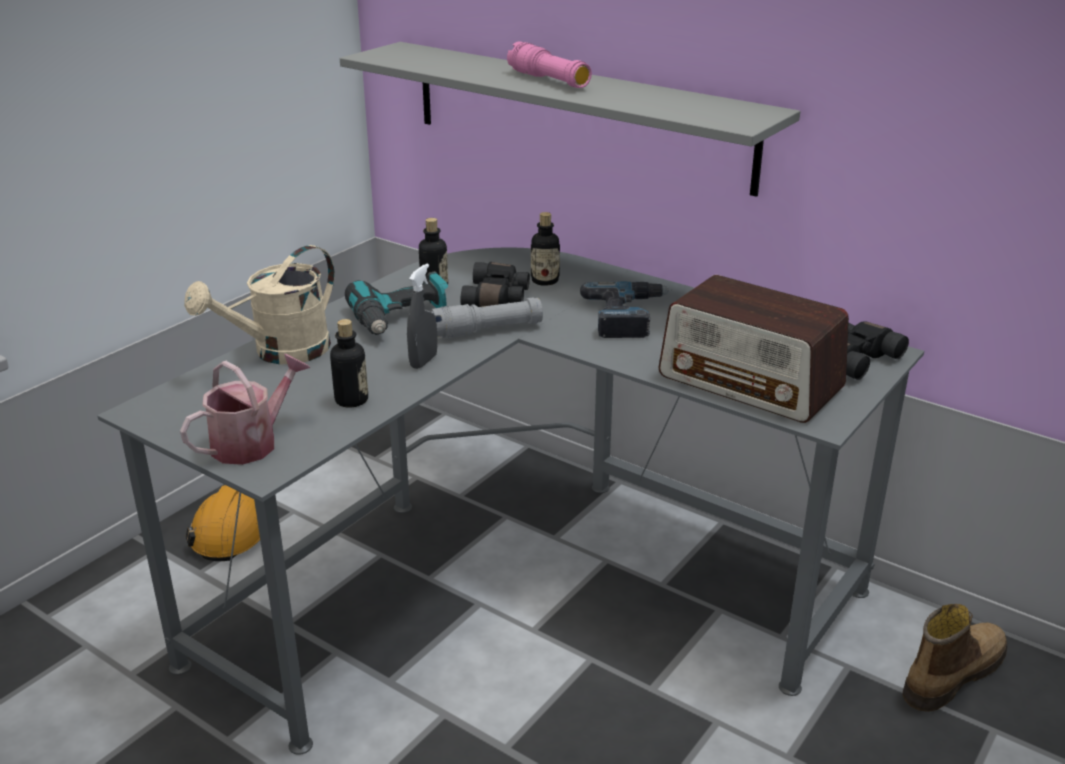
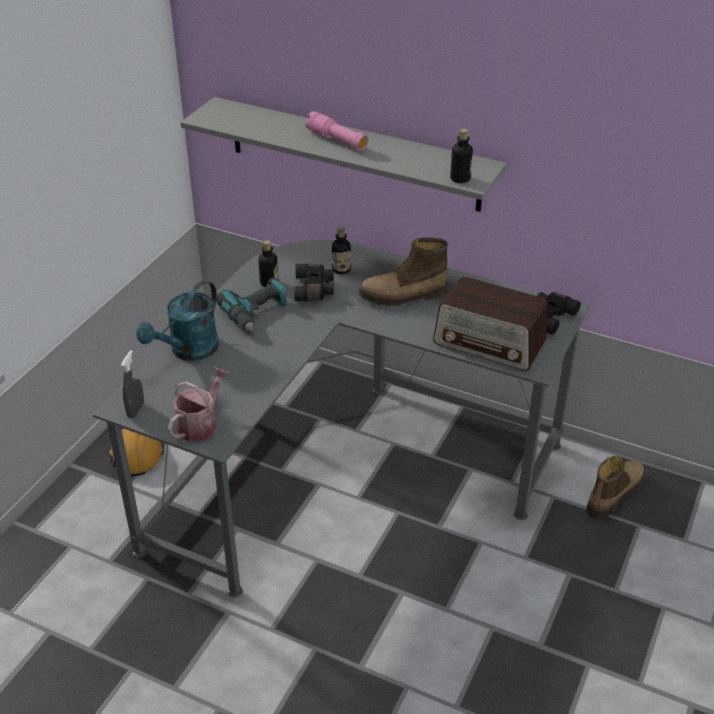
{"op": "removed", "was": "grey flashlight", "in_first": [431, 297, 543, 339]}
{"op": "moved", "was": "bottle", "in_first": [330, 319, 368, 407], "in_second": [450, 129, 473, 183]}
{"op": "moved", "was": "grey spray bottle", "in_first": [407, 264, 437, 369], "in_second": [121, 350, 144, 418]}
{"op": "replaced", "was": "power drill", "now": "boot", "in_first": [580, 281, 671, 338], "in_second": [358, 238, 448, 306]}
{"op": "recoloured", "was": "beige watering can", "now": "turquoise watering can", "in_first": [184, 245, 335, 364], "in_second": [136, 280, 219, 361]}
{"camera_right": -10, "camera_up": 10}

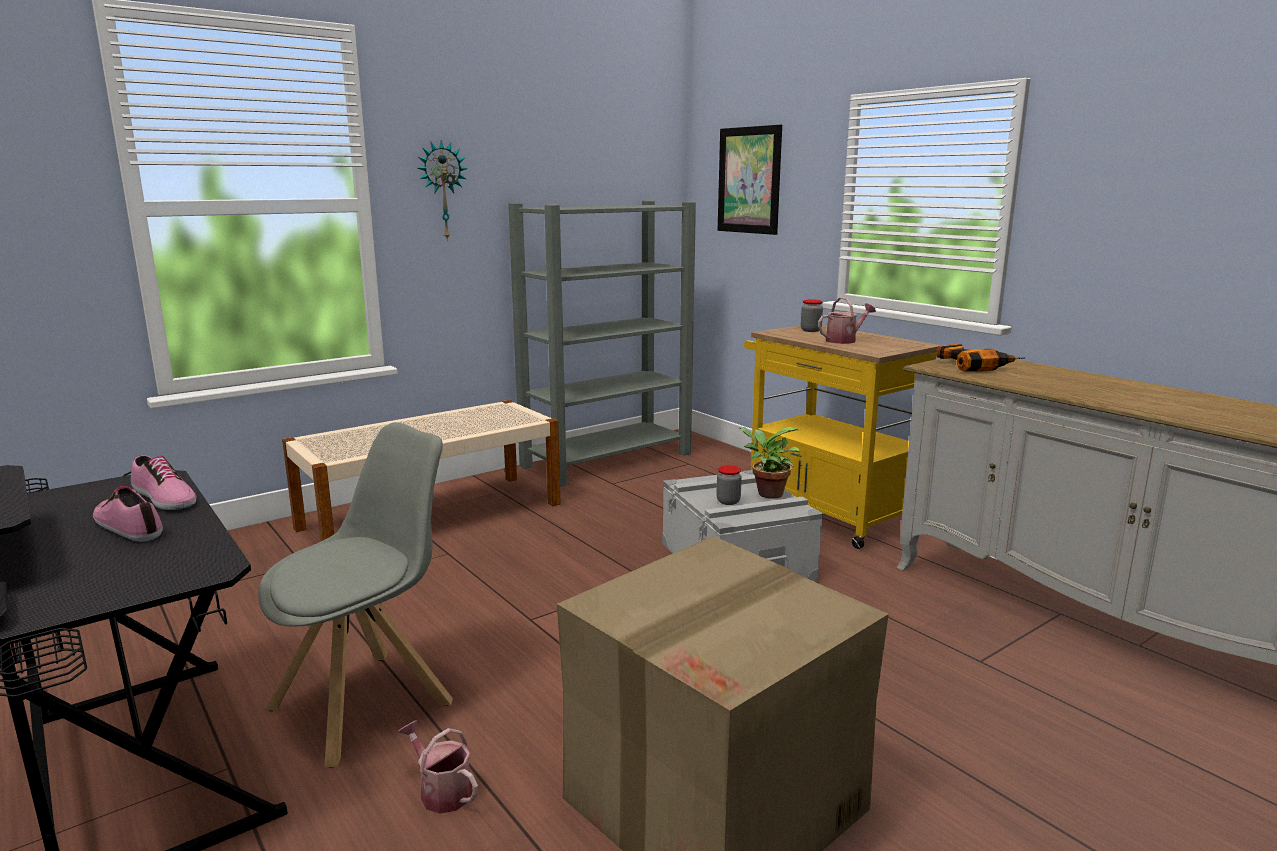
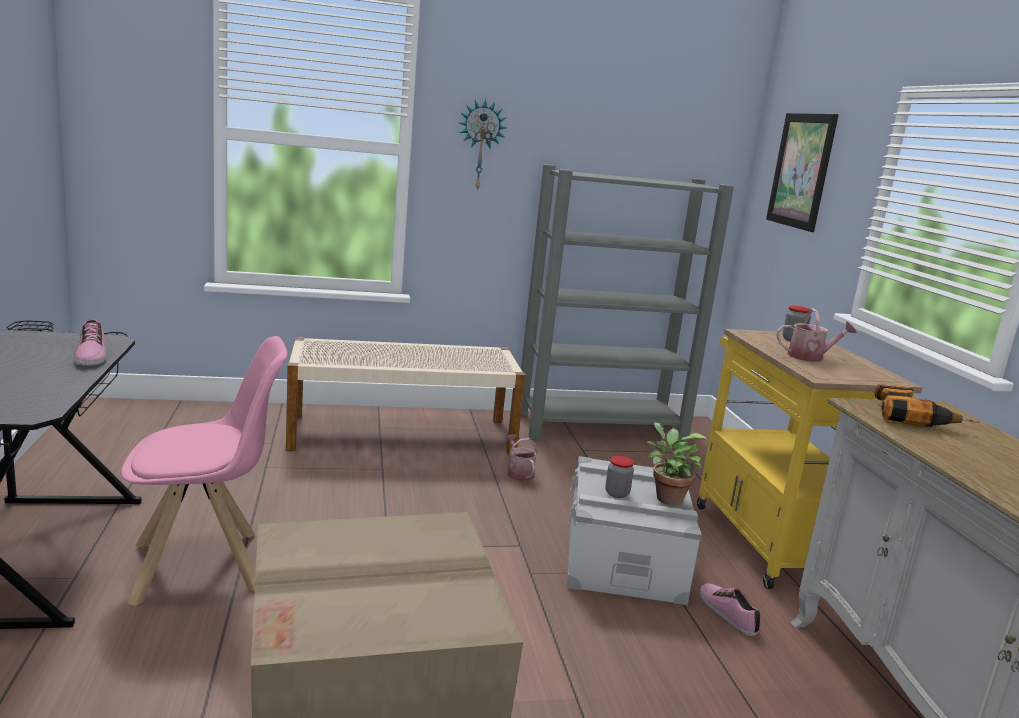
{"op": "moved", "was": "shoe", "in_first": [93, 486, 163, 542], "in_second": [700, 583, 761, 636]}
{"op": "moved", "was": "watering can", "in_first": [398, 720, 478, 814], "in_second": [506, 434, 537, 481]}
{"op": "recoloured", "was": "grey chair", "now": "pink chair", "in_first": [258, 422, 453, 767], "in_second": [121, 336, 287, 607]}
{"camera_right": 25, "camera_up": 0}

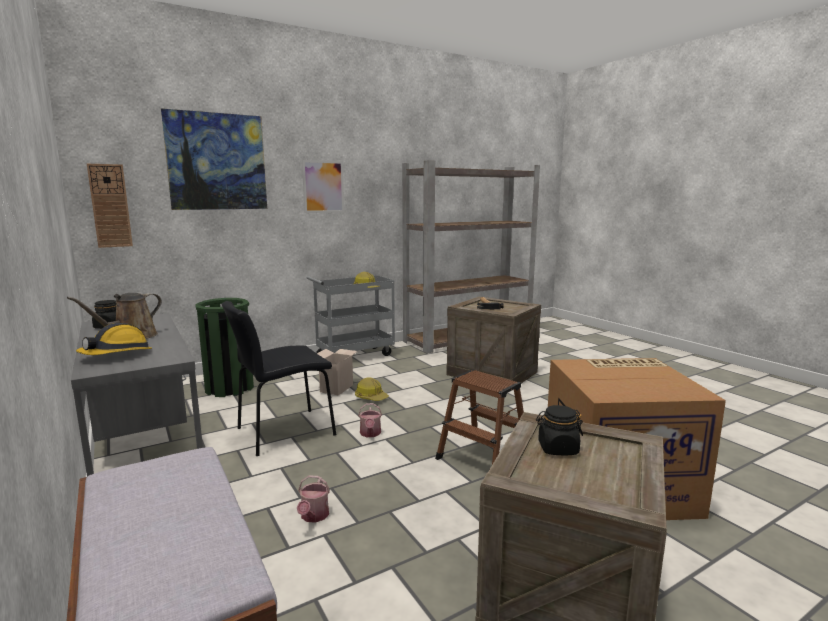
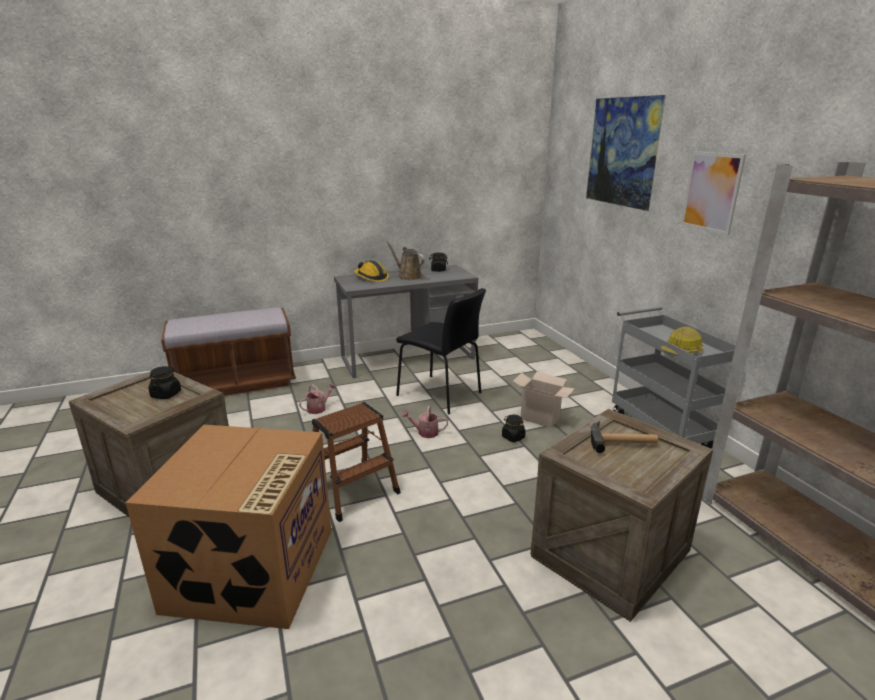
{"op": "removed", "was": "wall clock", "in_first": [87, 164, 133, 248]}
{"op": "removed", "was": "green trash can", "in_first": [195, 298, 254, 397]}
{"op": "replaced", "was": "hard hat", "now": "black jar", "in_first": [355, 378, 389, 401], "in_second": [502, 415, 525, 442]}
{"op": "turned", "was": "black chair", "in_first": [222, 301, 337, 456], "in_second": [396, 288, 486, 414], "clockwise": 150}
{"op": "turned", "was": "watering can", "in_first": [297, 475, 330, 523], "in_second": [299, 383, 337, 414], "clockwise": 120}
{"camera_right": 100, "camera_up": 10}

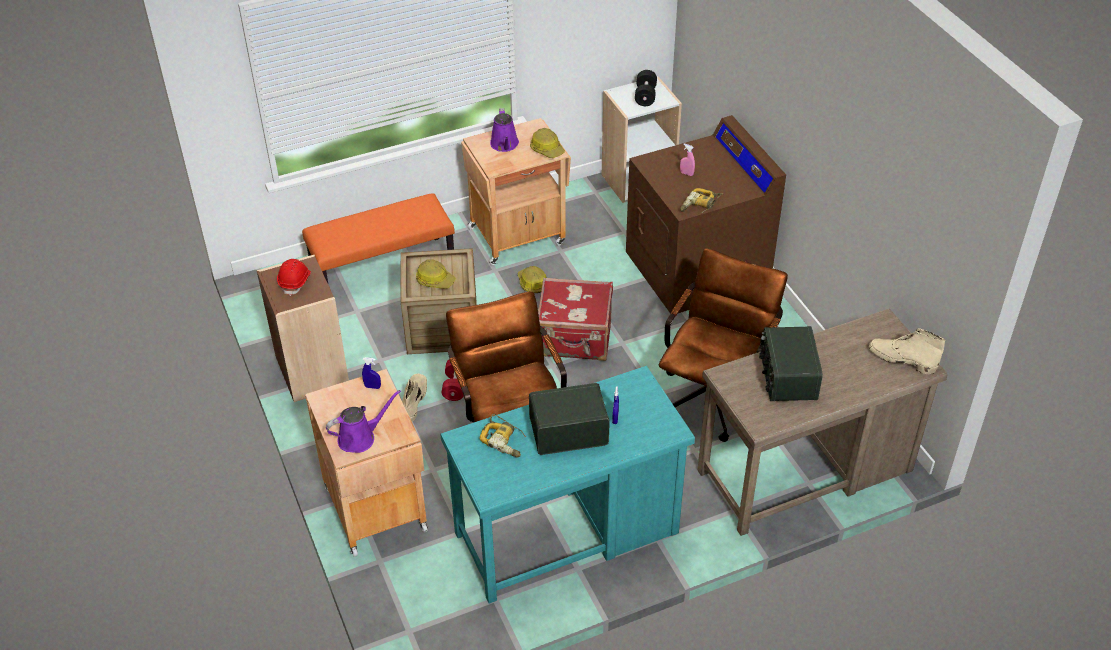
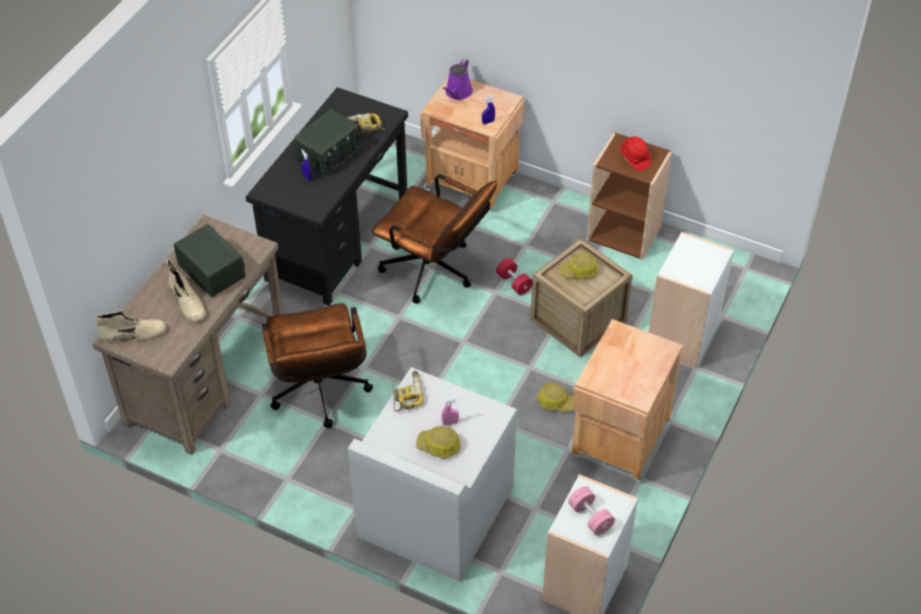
{"op": "removed", "was": "purple watering can", "in_first": [490, 108, 519, 152]}
{"op": "removed", "was": "red suitcase", "in_first": [538, 278, 613, 361]}
{"op": "moved", "was": "beige boot", "in_first": [402, 374, 427, 422], "in_second": [166, 259, 206, 322]}
{"op": "moved", "was": "hard hat", "in_first": [530, 128, 565, 158], "in_second": [416, 426, 461, 458]}
{"op": "replaced", "was": "orange bench", "now": "white bookcase", "in_first": [302, 193, 455, 283], "in_second": [649, 232, 734, 369]}
{"op": "recoloured", "was": "turquoise desk", "now": "black desk", "in_first": [440, 366, 695, 604], "in_second": [246, 87, 408, 306]}
{"op": "recoloured", "was": "brown washing machine", "now": "white washing machine", "in_first": [626, 115, 786, 313], "in_second": [348, 367, 517, 582]}
{"op": "recoloured", "was": "black dumbbell", "now": "pink dumbbell", "in_first": [635, 70, 657, 106], "in_second": [568, 486, 615, 536]}
{"camera_right": 140, "camera_up": 5}

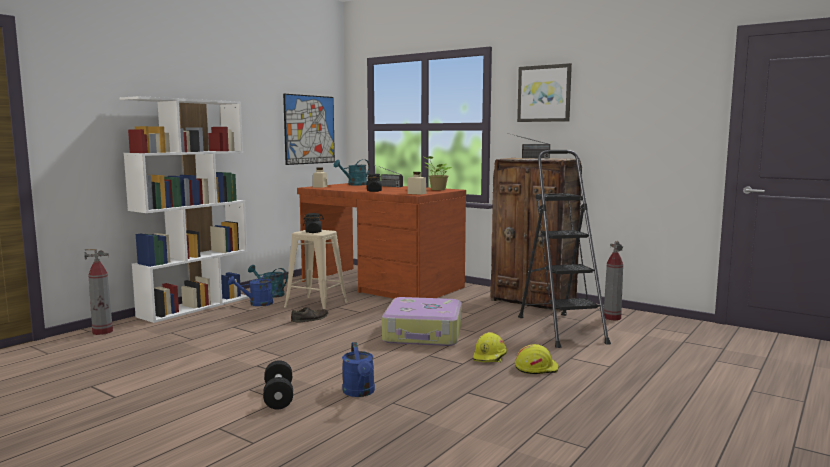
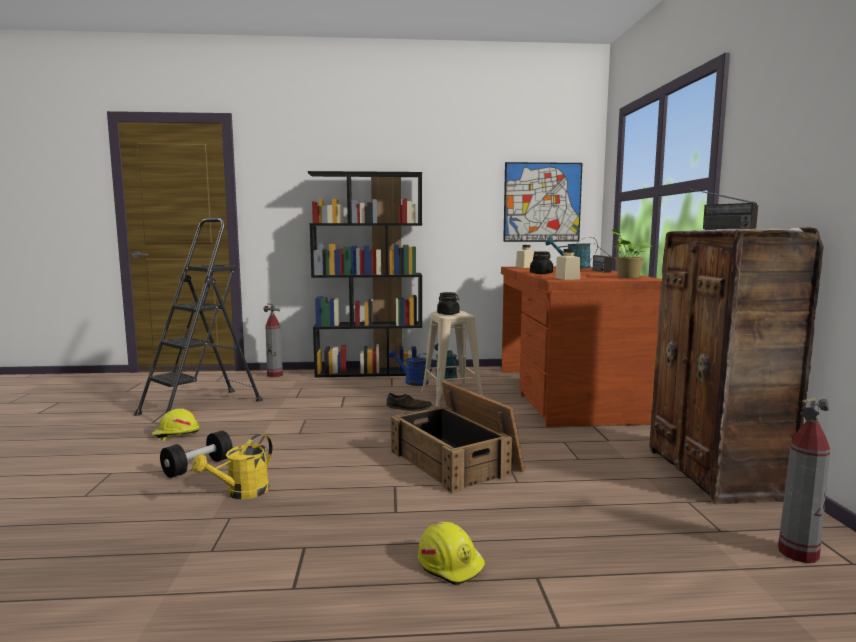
{"op": "removed", "was": "picture", "in_first": [517, 63, 572, 122]}
{"op": "moved", "was": "yellow hard hat", "in_first": [473, 332, 507, 362], "in_second": [151, 408, 199, 441]}
{"op": "moved", "was": "step ladder", "in_first": [518, 150, 611, 348], "in_second": [134, 218, 263, 416]}
{"op": "replaced", "was": "suitcase", "now": "crate", "in_first": [382, 297, 462, 346], "in_second": [391, 381, 525, 493]}
{"op": "recoloured", "was": "white bookcase", "now": "black bookcase", "in_first": [120, 96, 249, 323], "in_second": [308, 171, 422, 377]}
{"op": "recoloured", "was": "blue watering can", "now": "yellow watering can", "in_first": [342, 342, 375, 397], "in_second": [192, 434, 273, 499]}
{"camera_right": 50, "camera_up": 0}

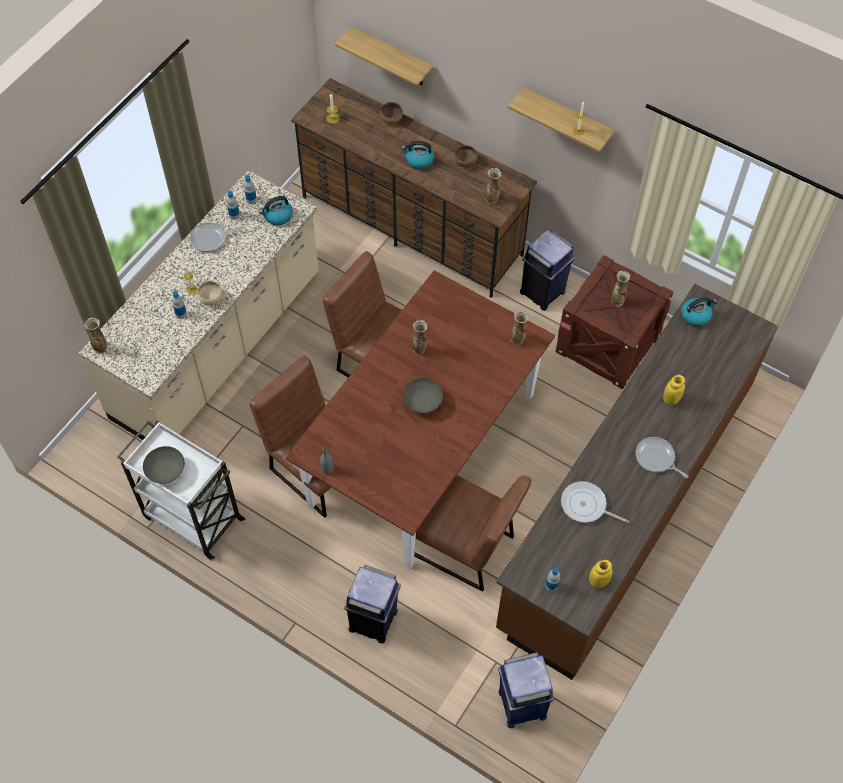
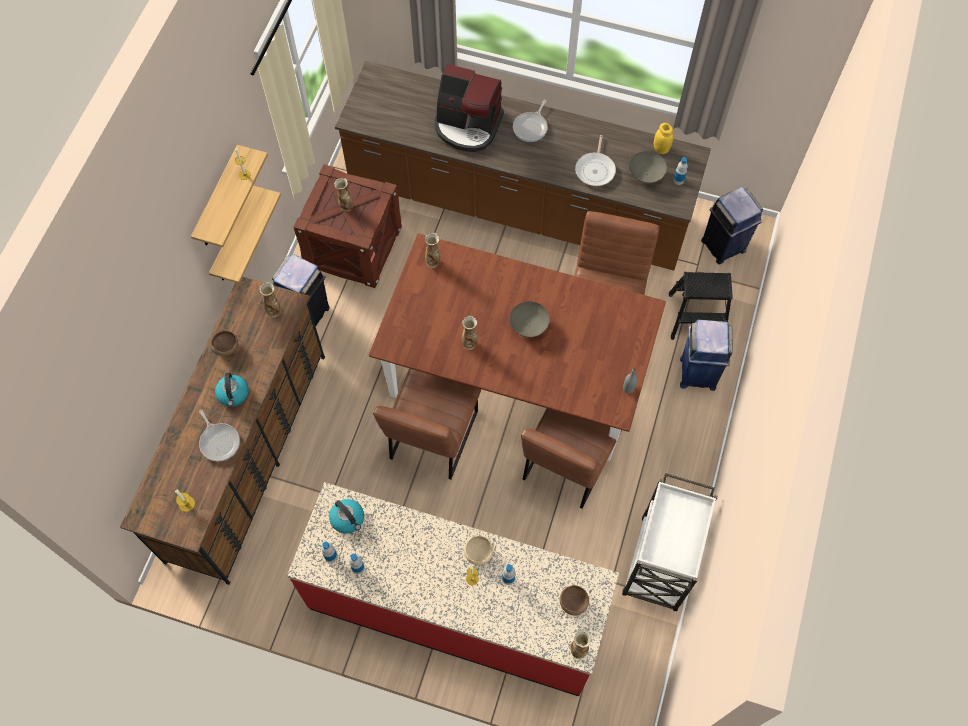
{"op": "removed", "was": "kettle", "in_first": [681, 297, 717, 327]}
{"op": "added", "now": "black step ladder", "in_second": [669, 272, 733, 340]}
{"op": "moved", "was": "grey bowl", "in_first": [143, 446, 185, 484], "in_second": [629, 151, 667, 184]}
{"op": "moved", "was": "frying pan", "in_first": [190, 222, 243, 253], "in_second": [199, 409, 240, 461]}
{"op": "moved", "was": "shelf", "in_first": [335, 26, 433, 86], "in_second": [209, 186, 281, 283]}
{"op": "moved", "was": "brown bowl", "in_first": [380, 102, 403, 124], "in_second": [560, 585, 589, 615]}
{"op": "replaced", "was": "yellow jar", "now": "coffee machine", "in_first": [663, 375, 685, 405], "in_second": [435, 64, 504, 152]}
{"op": "recoloured", "was": "beige counter", "now": "red counter", "in_first": [79, 170, 319, 440], "in_second": [287, 482, 619, 696]}
{"camera_right": -105, "camera_up": 5}

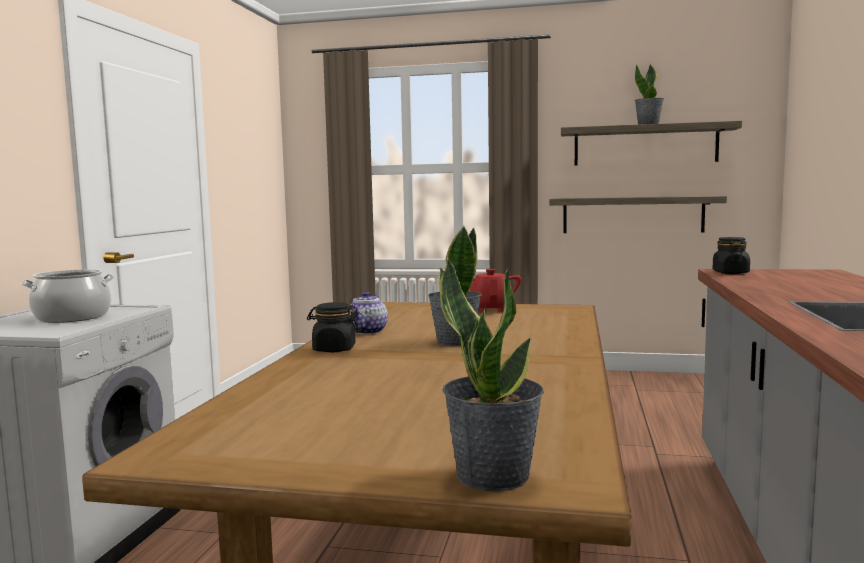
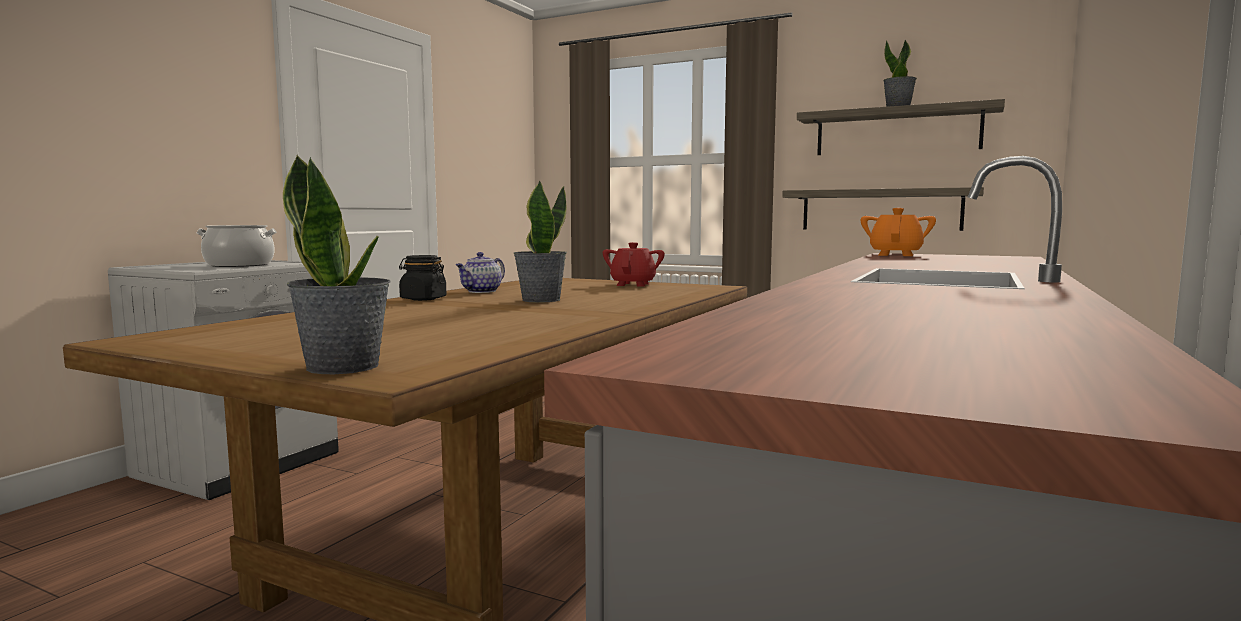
{"op": "replaced", "was": "black jar", "now": "orange teapot", "in_first": [713, 237, 750, 274], "in_second": [861, 208, 936, 256]}
{"camera_right": 15, "camera_up": 0}

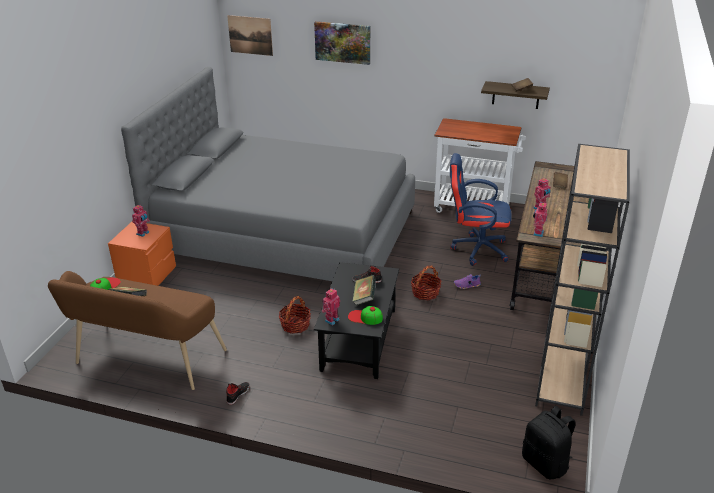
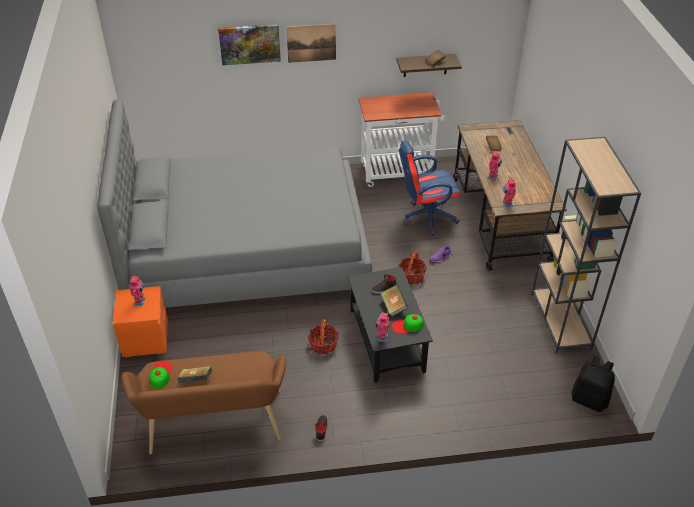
{"op": "moved", "was": "picture", "in_first": [227, 15, 273, 56], "in_second": [286, 24, 336, 63]}
{"camera_right": -25, "camera_up": 10}

